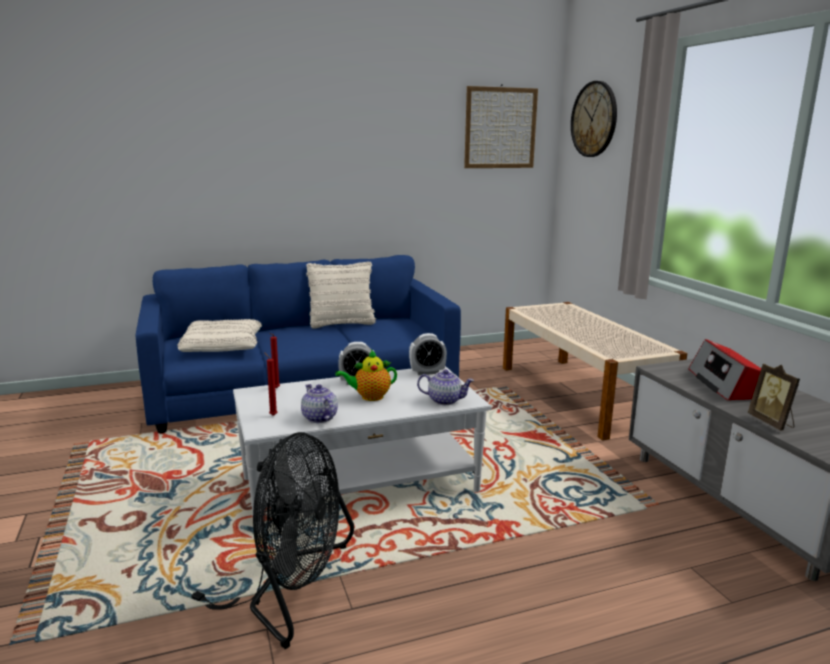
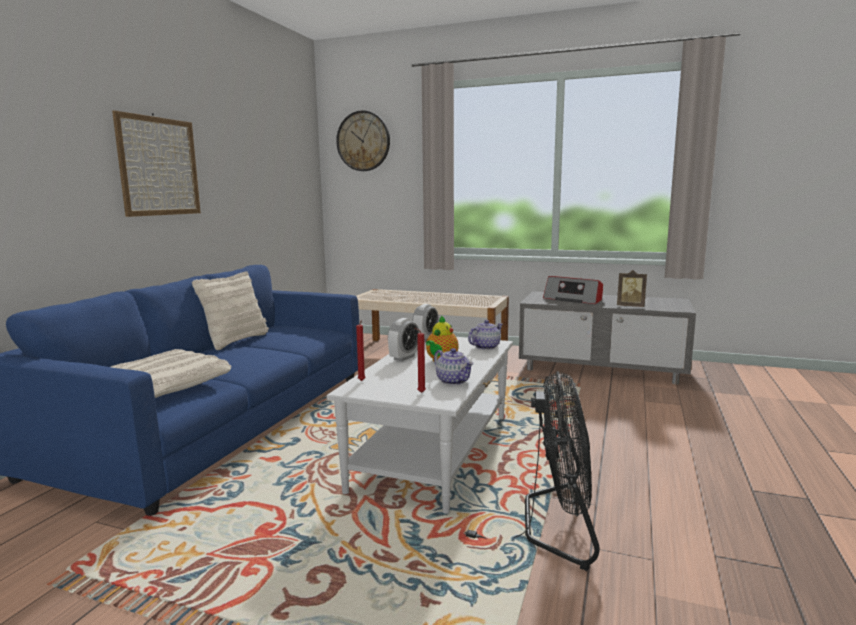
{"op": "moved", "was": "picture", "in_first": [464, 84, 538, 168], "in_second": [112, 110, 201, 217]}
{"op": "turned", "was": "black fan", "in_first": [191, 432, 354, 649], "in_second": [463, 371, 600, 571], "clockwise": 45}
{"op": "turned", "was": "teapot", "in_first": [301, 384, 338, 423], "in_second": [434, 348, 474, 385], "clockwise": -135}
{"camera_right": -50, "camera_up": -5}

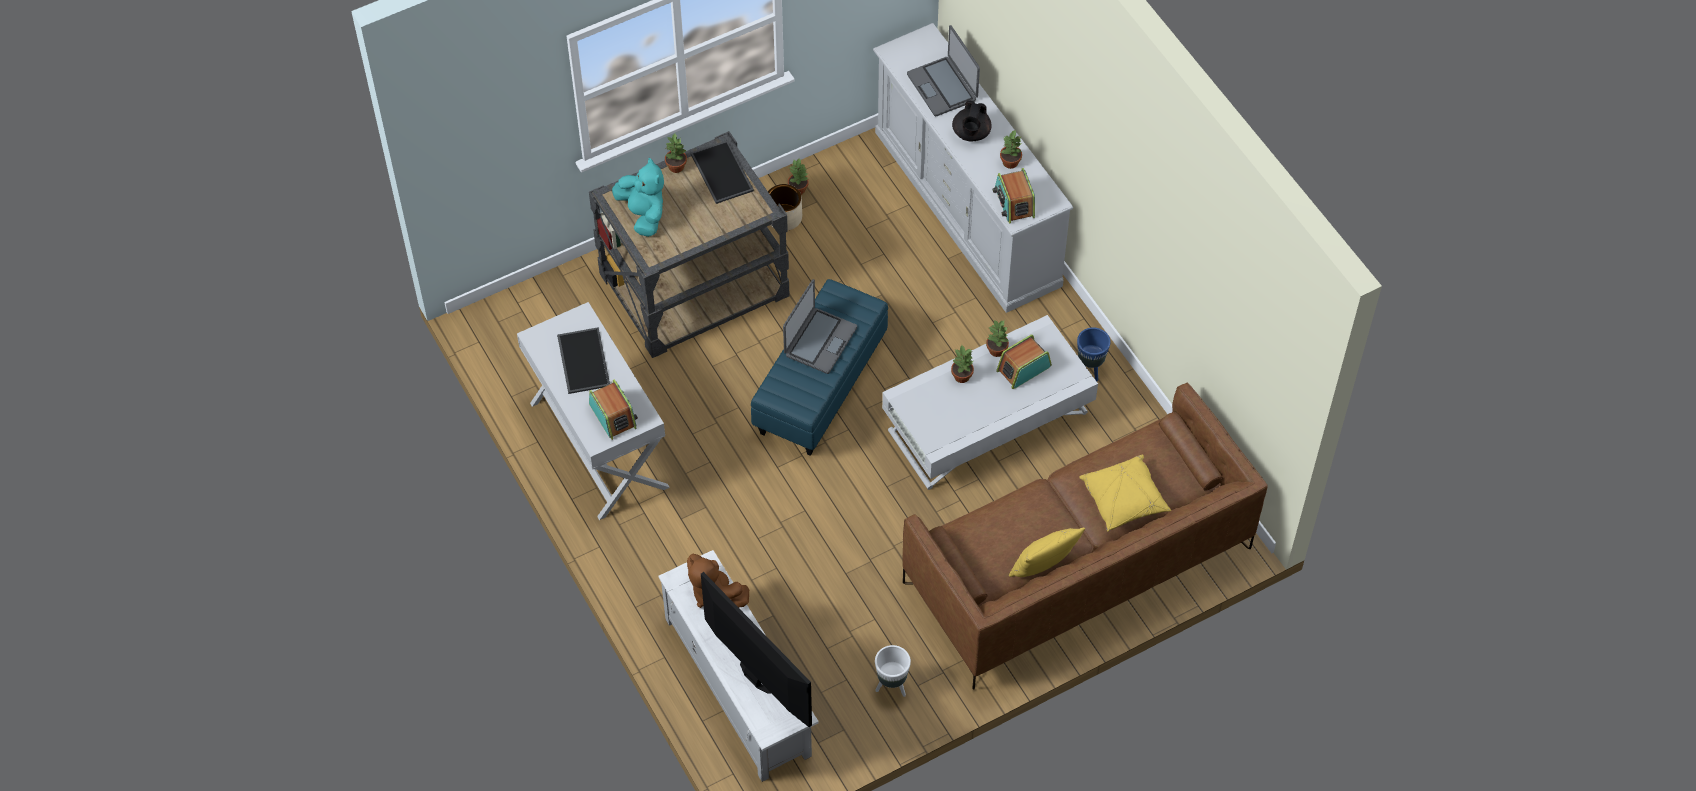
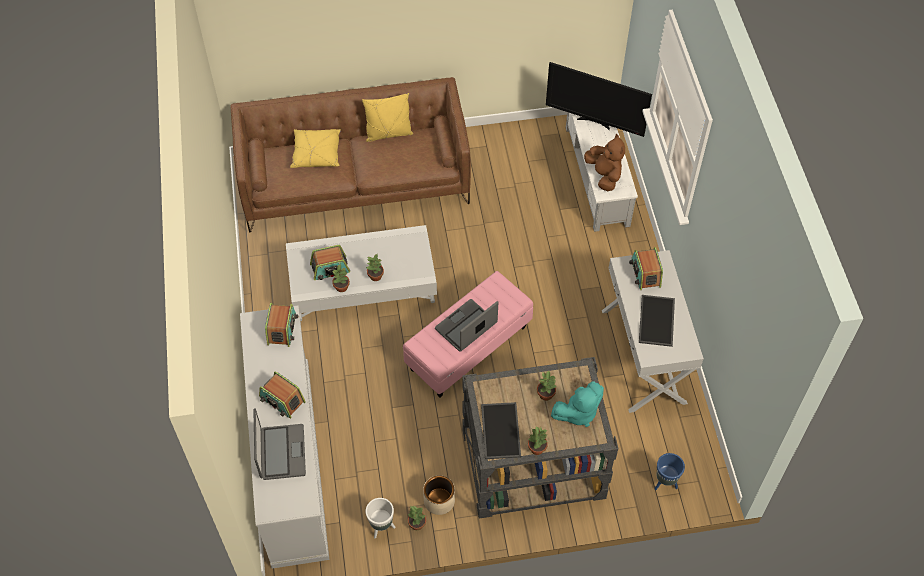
{"op": "moved", "was": "white planter", "in_first": [875, 645, 911, 697], "in_second": [366, 498, 396, 538]}
{"op": "moved", "was": "potted plant", "in_first": [1000, 129, 1022, 169], "in_second": [537, 371, 556, 401]}
{"op": "moved", "was": "blue planter", "in_first": [1077, 327, 1111, 381], "in_second": [655, 453, 685, 490]}
{"op": "replaced", "was": "black teapot", "now": "radio", "in_first": [952, 100, 991, 141], "in_second": [259, 371, 306, 418]}
{"op": "recoloured", "was": "blue ottoman", "now": "pink ottoman", "in_first": [751, 279, 888, 456], "in_second": [403, 271, 533, 397]}
{"op": "turned", "was": "turquoise plush toy", "in_first": [612, 158, 664, 237], "in_second": [551, 382, 604, 427], "clockwise": -105}
{"op": "turned", "was": "television", "in_first": [701, 572, 812, 727], "in_second": [546, 62, 652, 137], "clockwise": -45}
{"camera_right": -160, "camera_up": 0}

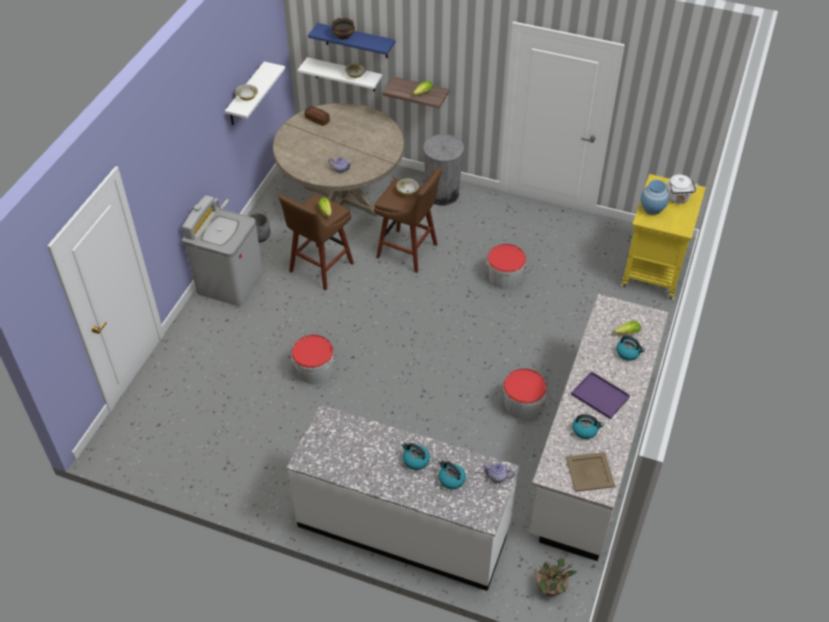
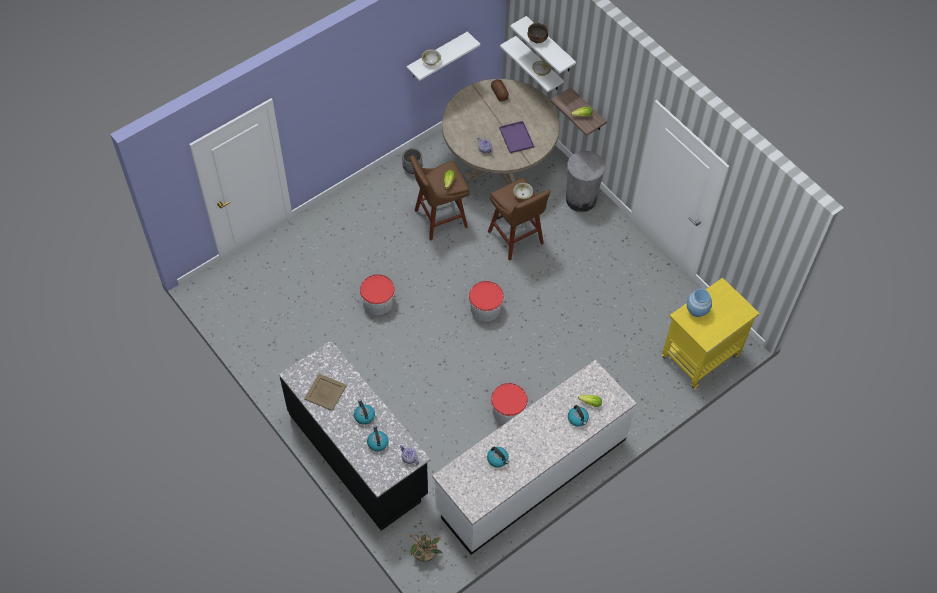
{"op": "removed", "was": "grey washing machine", "in_first": [182, 195, 263, 306]}
{"op": "removed", "was": "white kettle", "in_first": [666, 174, 698, 204]}
{"op": "moved", "was": "bucket", "in_first": [487, 244, 526, 289], "in_second": [469, 281, 504, 322]}
{"op": "moved", "was": "beige tray", "in_first": [566, 452, 615, 492], "in_second": [304, 374, 347, 411]}
{"op": "moved", "was": "purple tray", "in_first": [571, 371, 630, 419], "in_second": [499, 121, 534, 153]}
{"op": "recoloured", "was": "white counter", "now": "black counter", "in_first": [287, 405, 520, 591], "in_second": [279, 340, 431, 531]}
{"op": "recoloured", "was": "blue shelf", "now": "white shelf", "in_first": [308, 23, 396, 58], "in_second": [510, 16, 576, 74]}
{"camera_right": 30, "camera_up": 10}

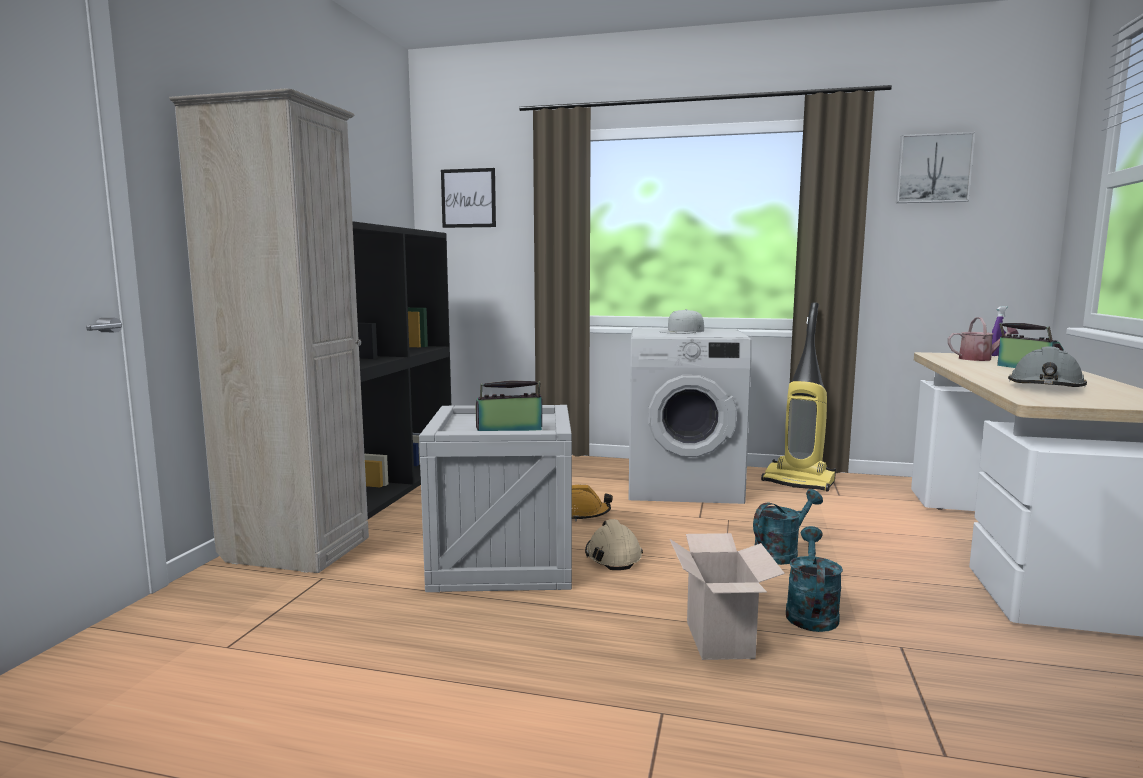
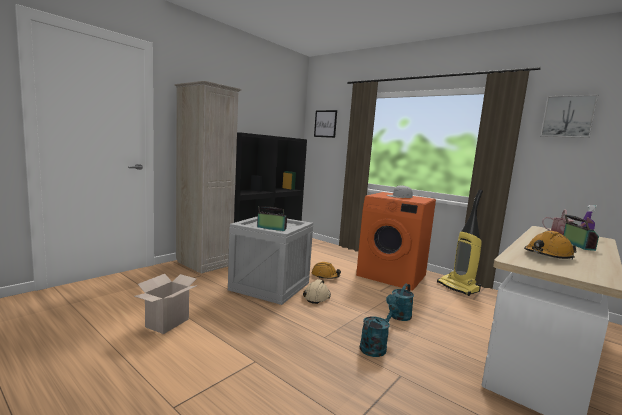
{"op": "moved", "was": "cardboard box", "in_first": [670, 533, 785, 660], "in_second": [134, 274, 198, 334]}
{"op": "recoloured", "was": "white washing machine", "now": "orange washing machine", "in_first": [629, 328, 752, 504], "in_second": [356, 192, 436, 291]}
{"op": "recoloured", "was": "grey hard hat", "now": "orange hard hat", "in_first": [1008, 346, 1087, 387], "in_second": [524, 231, 577, 260]}
{"op": "turned", "was": "turquoise watering can", "in_first": [753, 489, 823, 565], "in_second": [386, 284, 414, 321], "clockwise": 135}
{"camera_right": 25, "camera_up": 0}

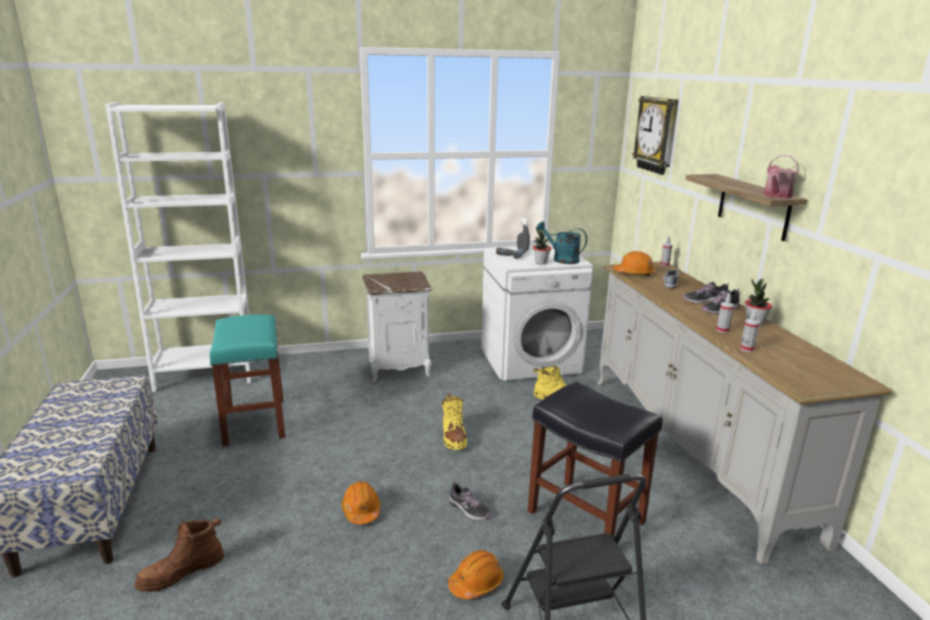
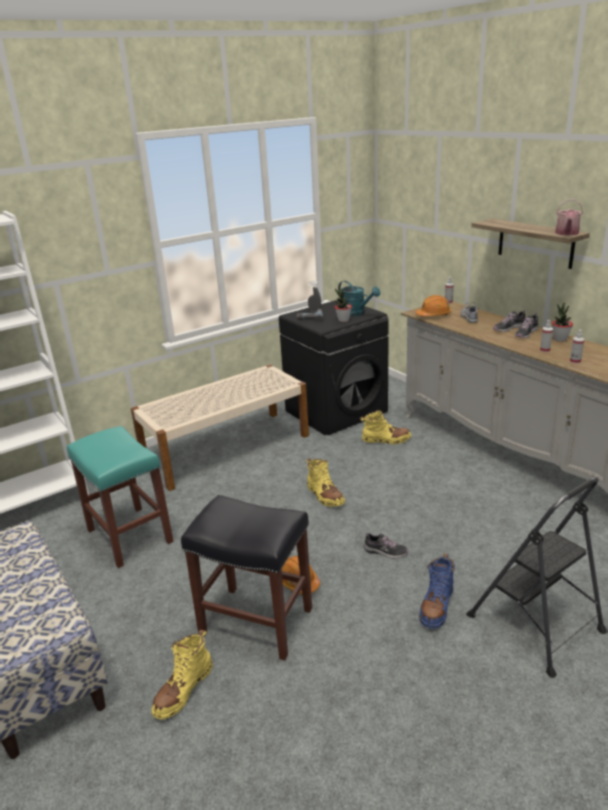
{"op": "removed", "was": "wall clock", "in_first": [632, 96, 679, 175]}
{"op": "moved", "was": "black stool", "in_first": [528, 382, 663, 536], "in_second": [181, 495, 312, 661]}
{"op": "replaced", "was": "white nightstand", "now": "beige bench", "in_first": [362, 271, 432, 382], "in_second": [131, 364, 309, 491]}
{"op": "replaced", "was": "orange hard hat", "now": "blue boot", "in_first": [448, 550, 504, 599], "in_second": [419, 554, 455, 629]}
{"op": "recoloured", "was": "brown boot", "now": "yellow boot", "in_first": [135, 518, 224, 592], "in_second": [151, 630, 213, 719]}
{"op": "recoloured", "was": "white washing machine", "now": "black washing machine", "in_first": [481, 244, 593, 381], "in_second": [279, 300, 389, 435]}
{"op": "turned", "was": "turquoise watering can", "in_first": [537, 221, 587, 264], "in_second": [338, 281, 380, 317], "clockwise": -150}
{"camera_right": -20, "camera_up": 5}

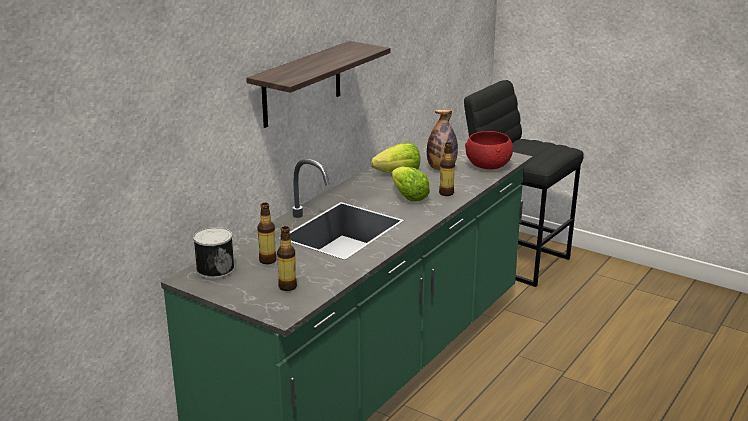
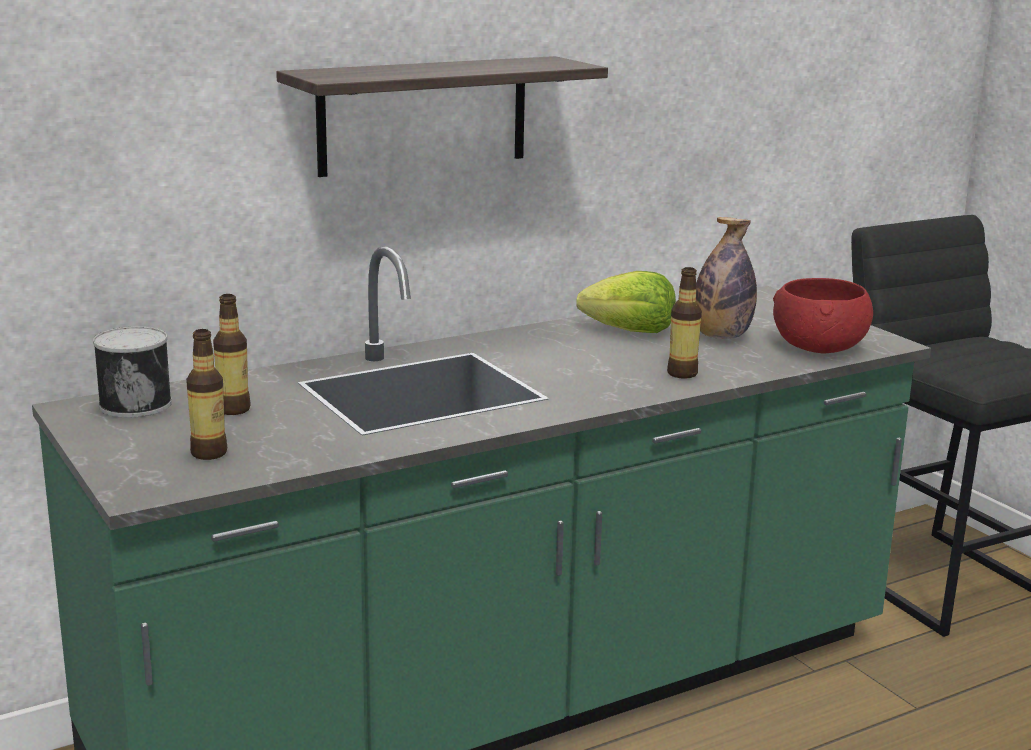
{"op": "removed", "was": "lettuce", "in_first": [391, 167, 430, 201]}
{"camera_right": 25, "camera_up": -5}

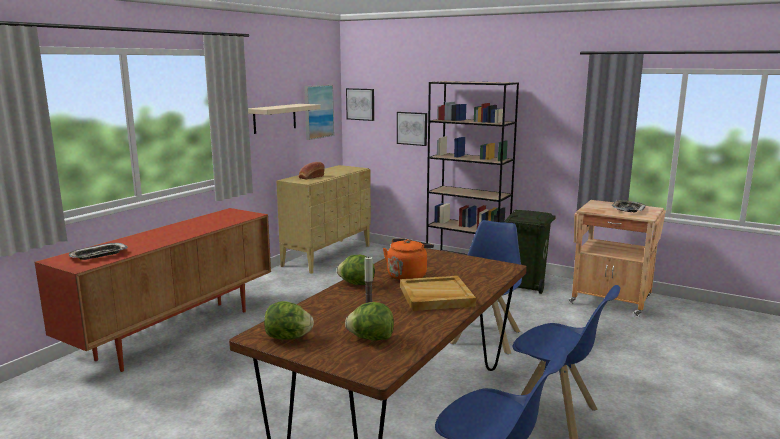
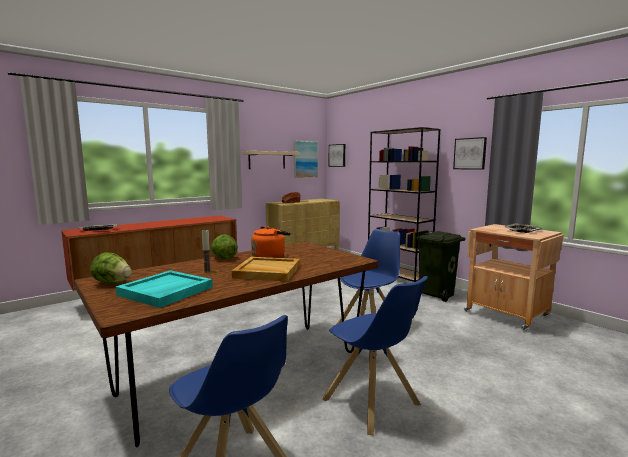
{"op": "moved", "was": "picture", "in_first": [397, 112, 427, 146], "in_second": [453, 137, 487, 170]}
{"op": "replaced", "was": "lettuce", "now": "turquoise tray", "in_first": [345, 302, 394, 340], "in_second": [115, 270, 213, 308]}
{"camera_right": 20, "camera_up": -5}

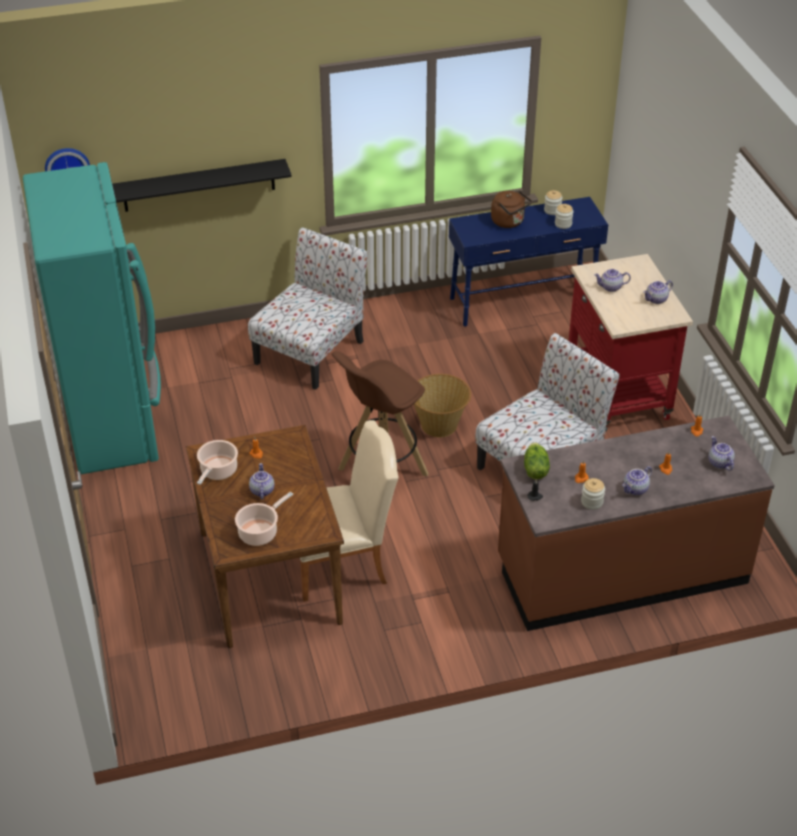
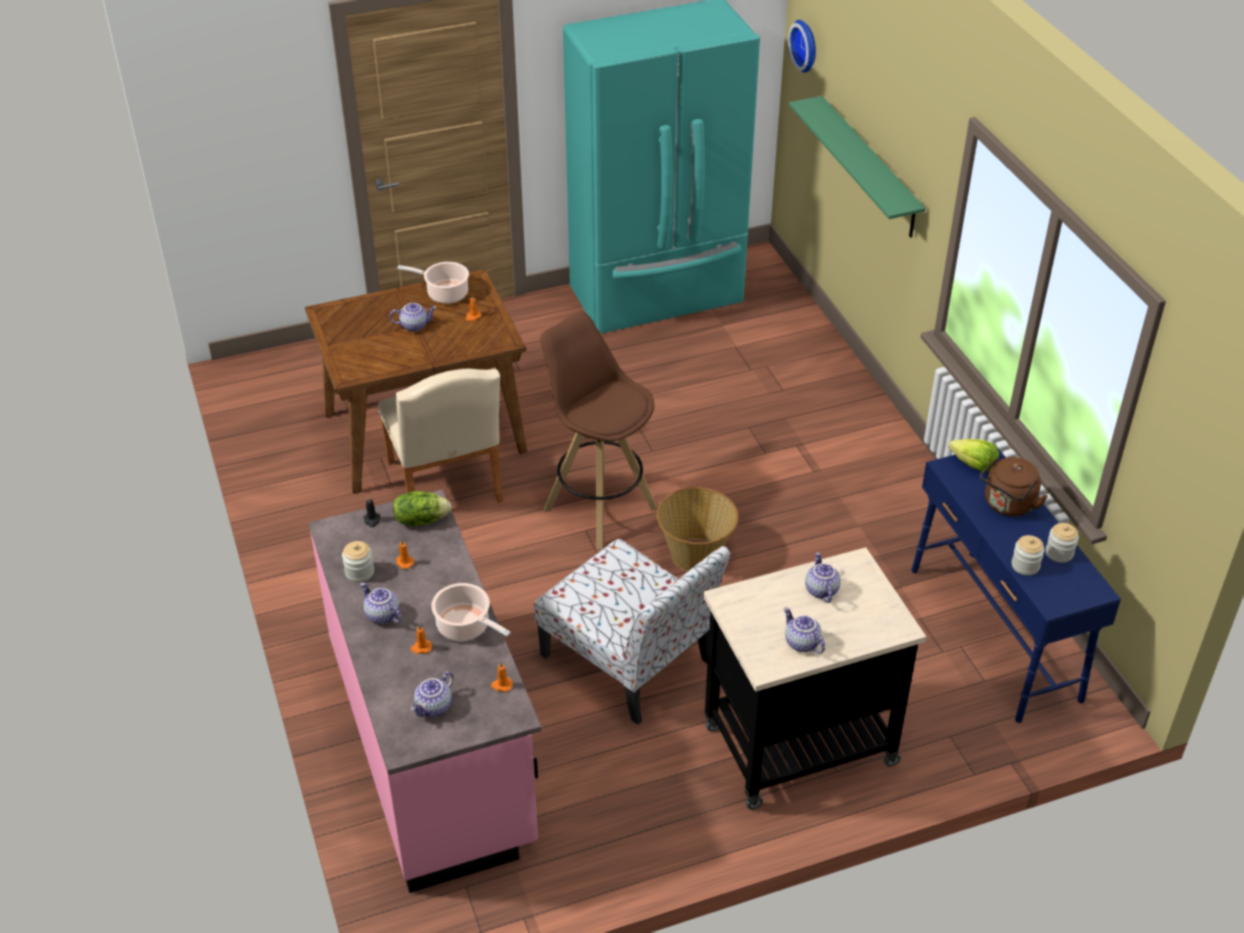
{"op": "removed", "was": "chair", "in_first": [248, 227, 368, 390]}
{"op": "added", "now": "lettuce", "in_second": [948, 439, 999, 472]}
{"op": "moved", "was": "cooking pot", "in_first": [235, 492, 293, 546], "in_second": [431, 583, 510, 641]}
{"op": "recoloured", "was": "black shelf", "now": "green shelf", "in_first": [112, 159, 292, 212], "in_second": [789, 96, 925, 237]}
{"op": "recoloured", "was": "brown counter", "now": "pink counter", "in_first": [498, 416, 775, 631], "in_second": [309, 490, 541, 893]}
{"op": "recoloured", "was": "red cart", "now": "black cart", "in_first": [569, 254, 693, 432], "in_second": [703, 547, 926, 810]}
{"op": "turned", "was": "teapot", "in_first": [708, 436, 735, 471], "in_second": [410, 671, 454, 717], "clockwise": 150}
{"camera_right": 85, "camera_up": 0}

